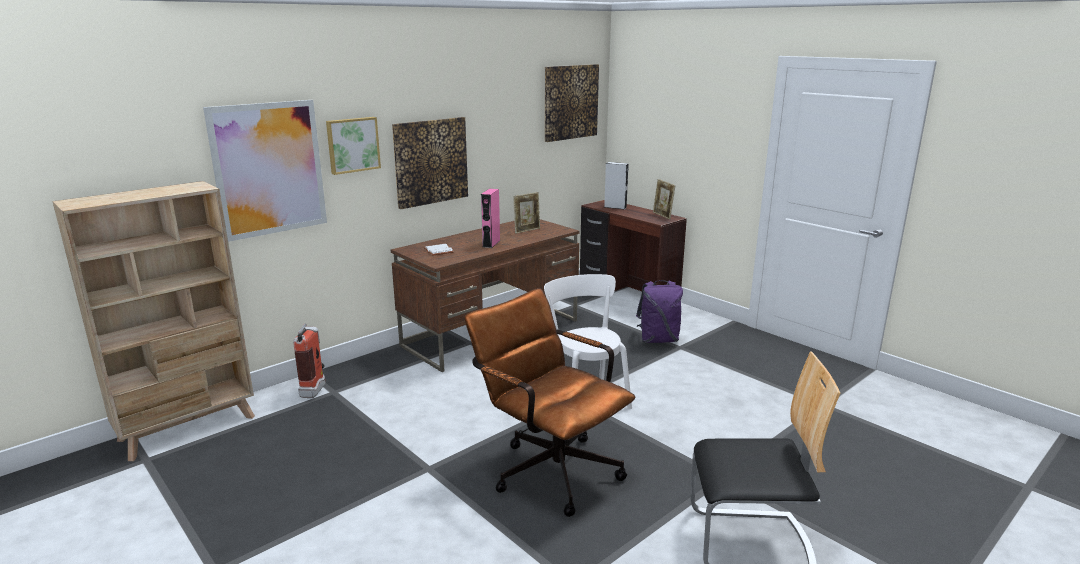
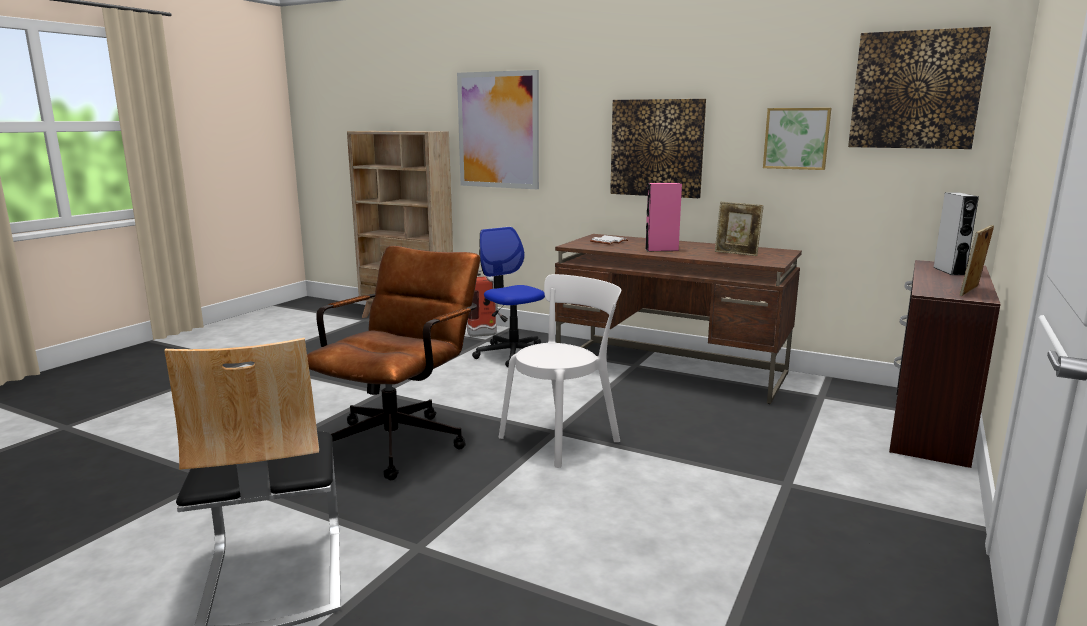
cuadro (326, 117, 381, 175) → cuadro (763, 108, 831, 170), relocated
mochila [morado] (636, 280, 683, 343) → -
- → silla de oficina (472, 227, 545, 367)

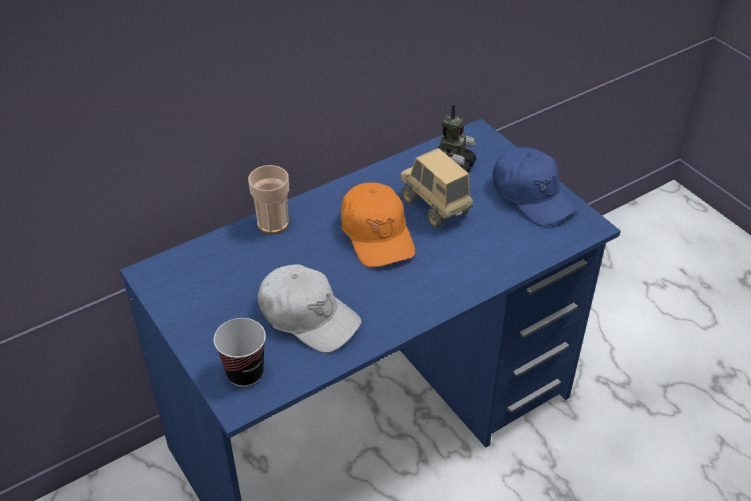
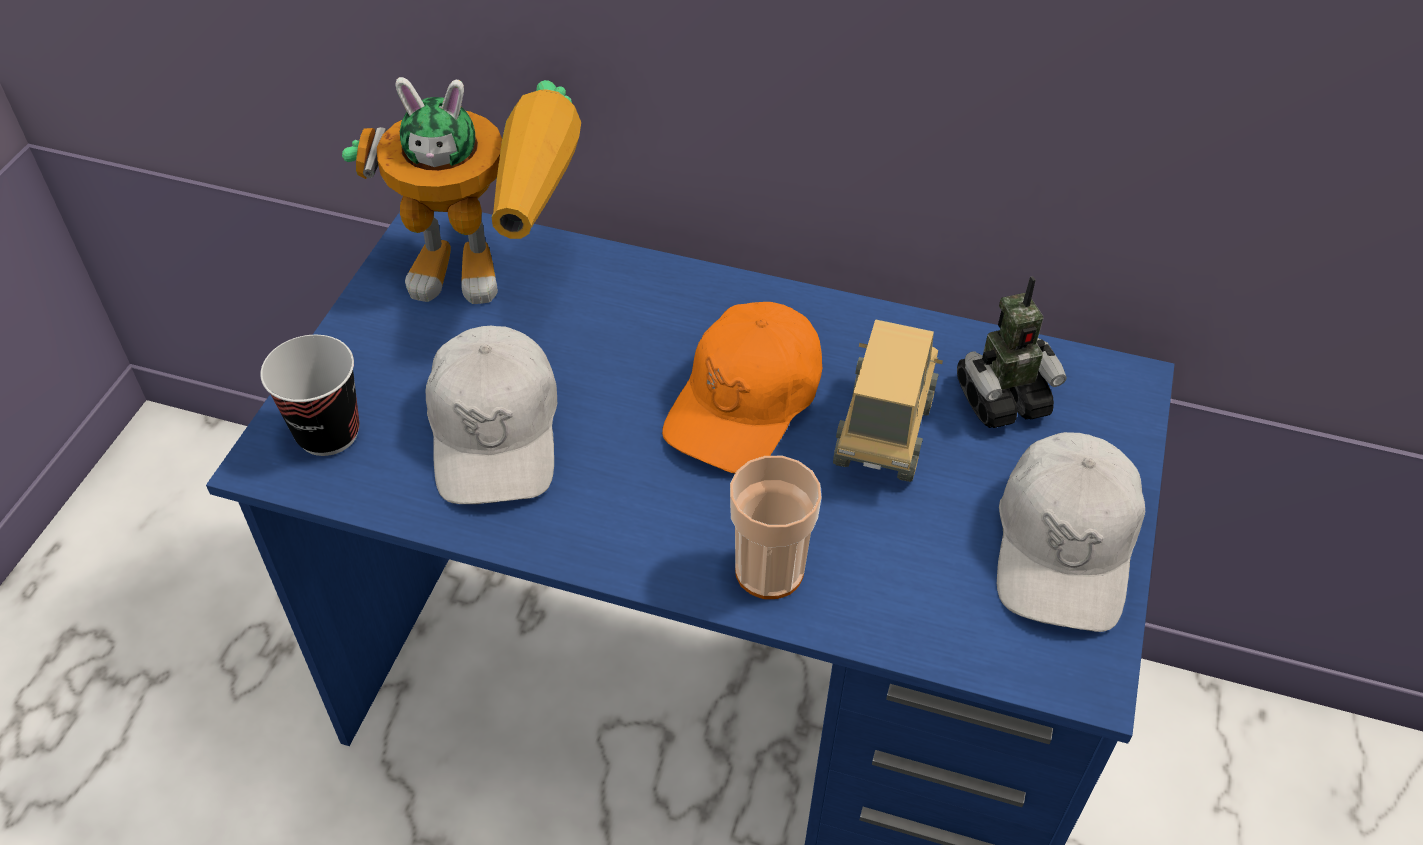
gorra [azul] (493, 147, 578, 226) → gorra [blanco] (997, 432, 1145, 632)
taza (248, 165, 289, 234) → taza (730, 456, 822, 599), relocated
- → robot de juguete (342, 77, 581, 304)

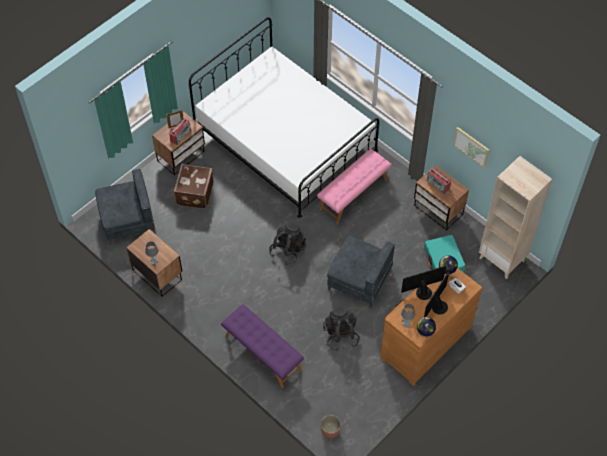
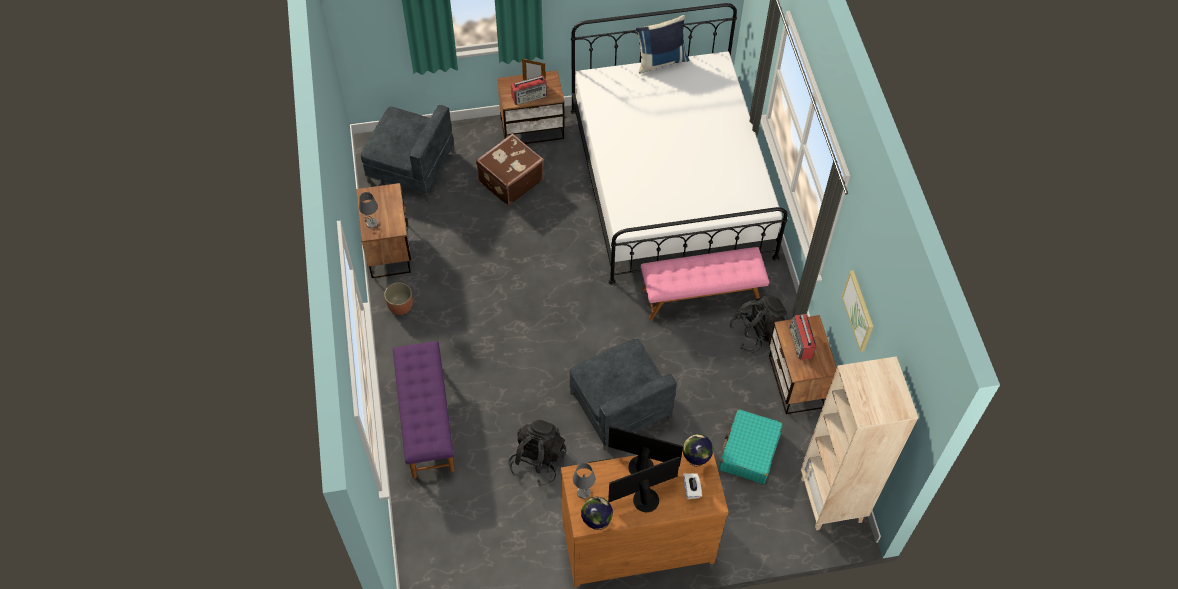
mochila [negro] (269, 223, 306, 265) → mochila [negro] (729, 295, 789, 352), relocated
maceta (321, 415, 341, 438) → maceta (384, 282, 413, 315), relocated
- → cojín [azul] (636, 15, 689, 74)

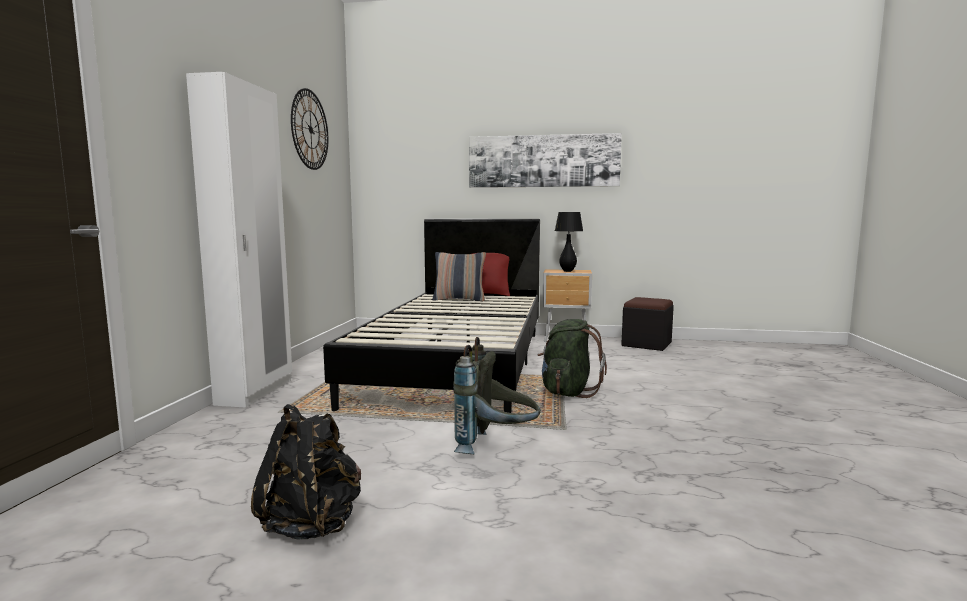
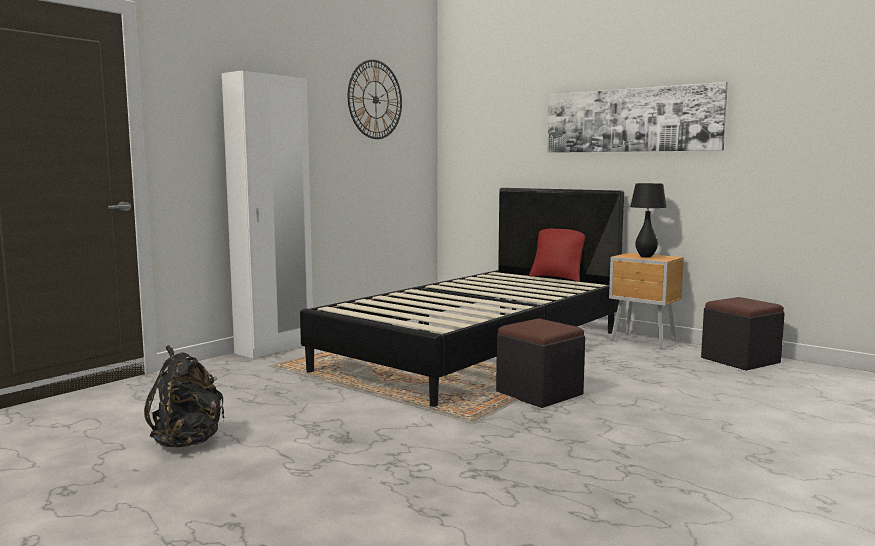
cojín (432, 252, 486, 302) → -
mochila [verde] (538, 319, 607, 398) → puf [negro] (496, 319, 585, 408)
mochila [gris] (453, 337, 541, 454) → -

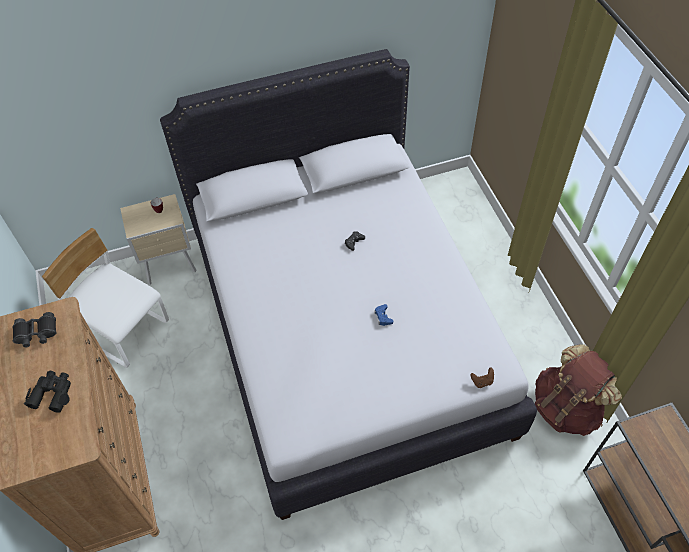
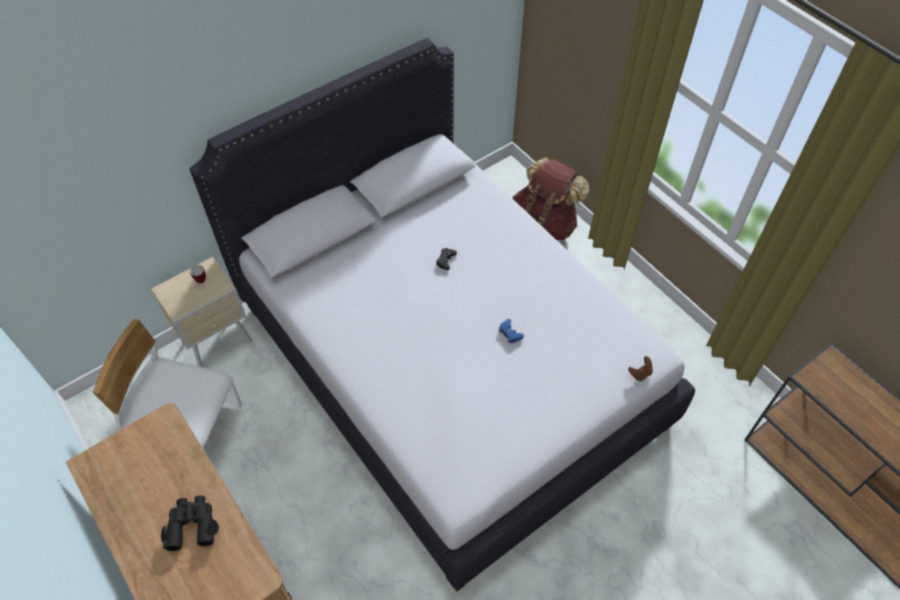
prismáticos [negro] (13, 312, 56, 347) → -
mochila [marrón] (535, 344, 622, 436) → mochila [marrón] (512, 157, 589, 240), relocated

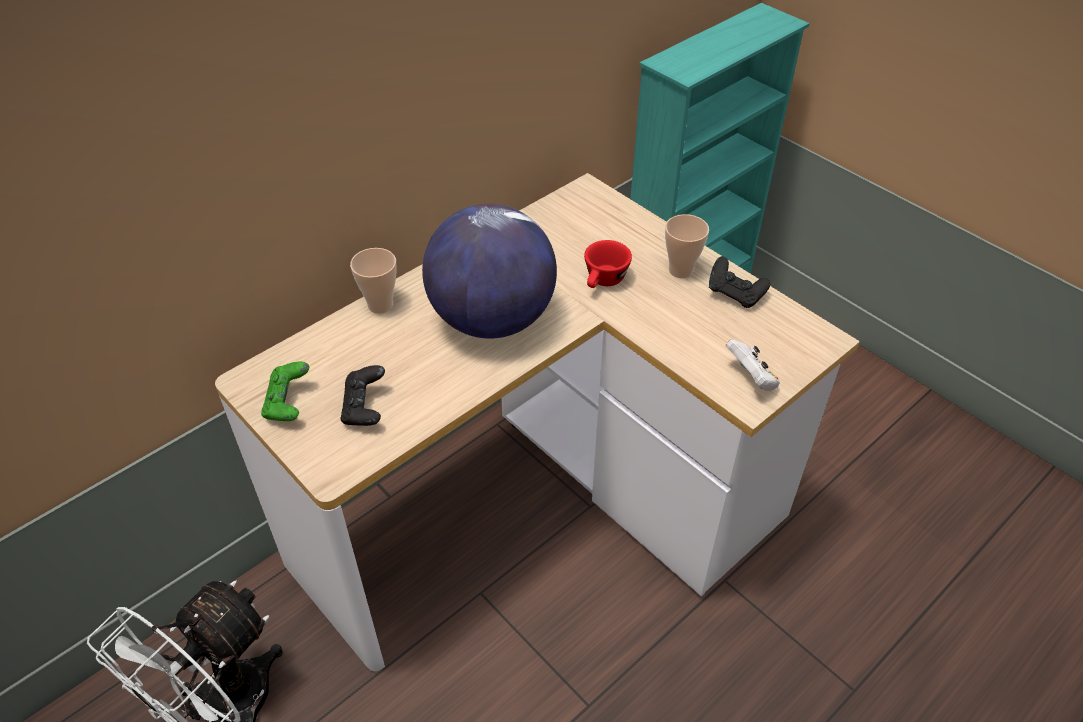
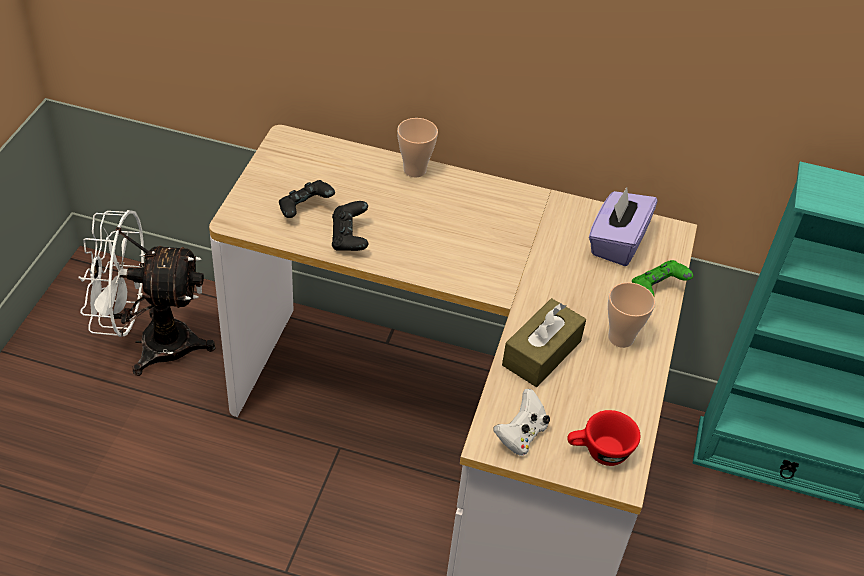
globo terráqueo (422, 204, 557, 339) → -
taza [rojo] (584, 240, 632, 288) → taza [rojo] (567, 410, 640, 466), relocated
mando de consola [negro] (709, 256, 770, 308) → mando de consola [negro] (332, 201, 368, 251), relocated
mando de consola [verde] (261, 362, 309, 421) → mando de consola [verde] (632, 260, 693, 296), relocated
- → caja de pañuelos [morado] (589, 187, 657, 266)
- → caja de pañuelos [marrón] (502, 298, 586, 387)

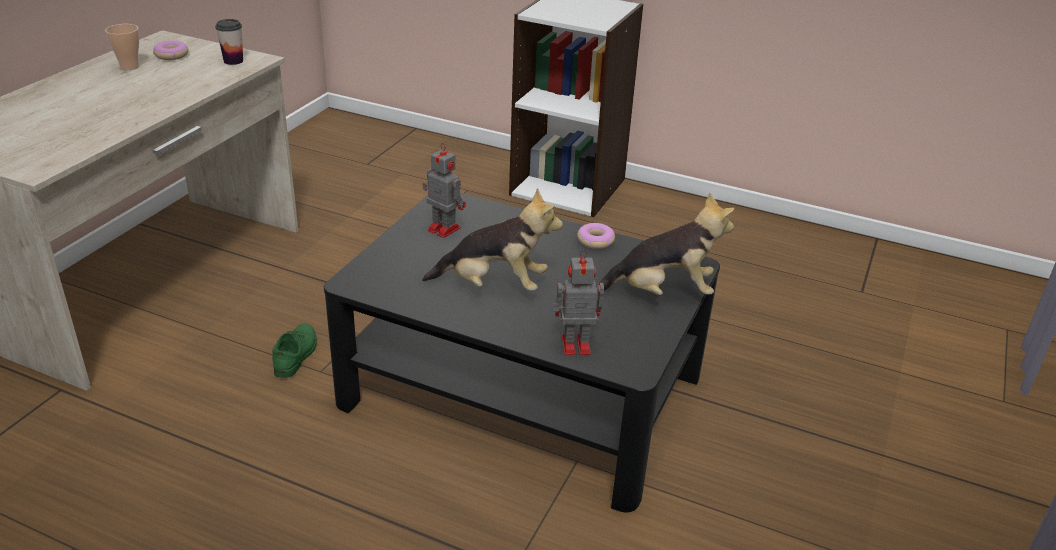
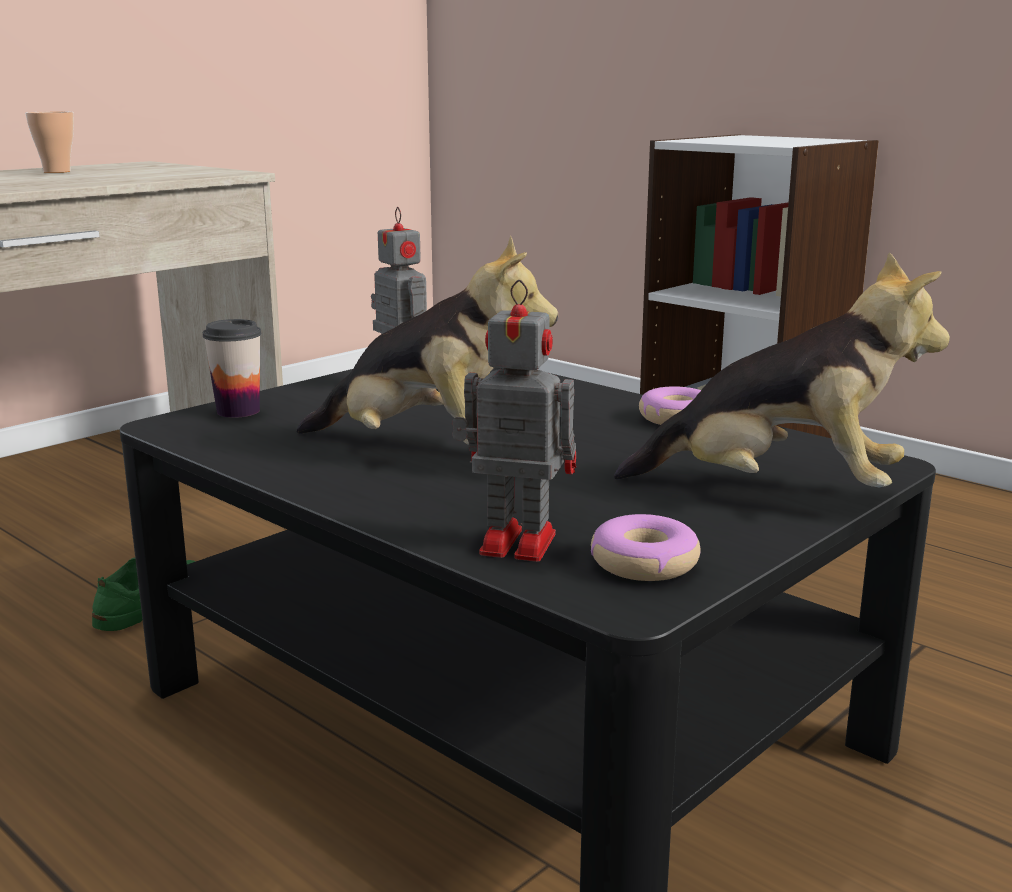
taza (215, 19, 243, 65) → taza (203, 319, 261, 418), relocated
rosquilla (153, 41, 189, 60) → rosquilla (591, 514, 700, 581), relocated

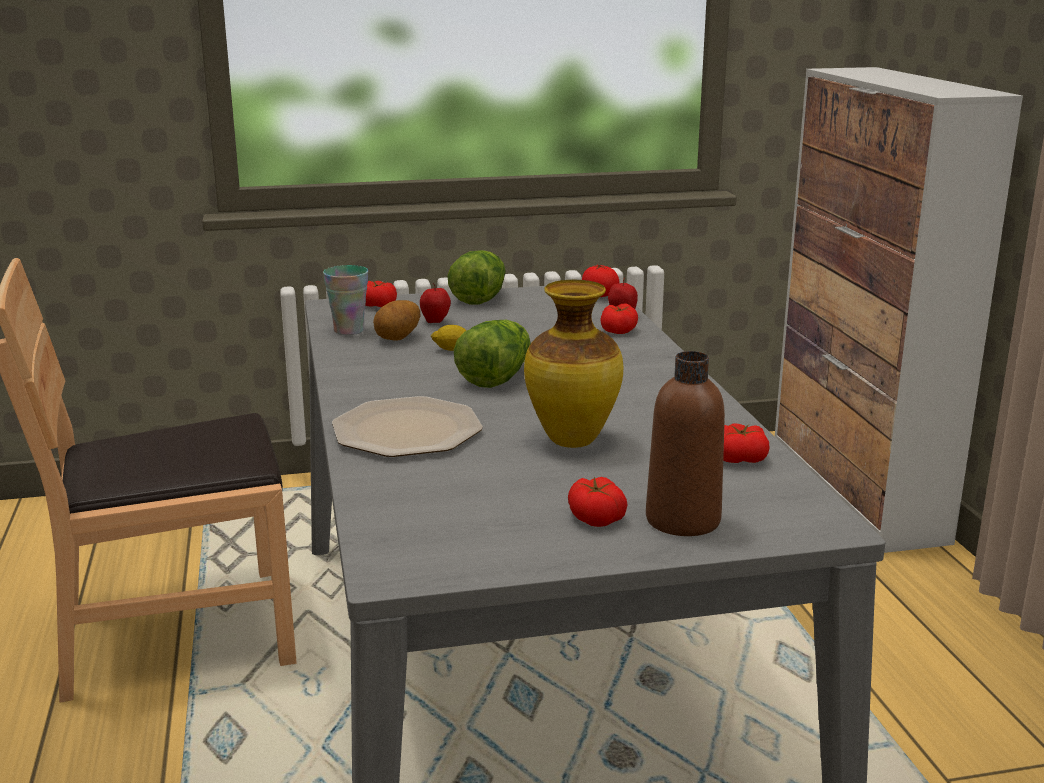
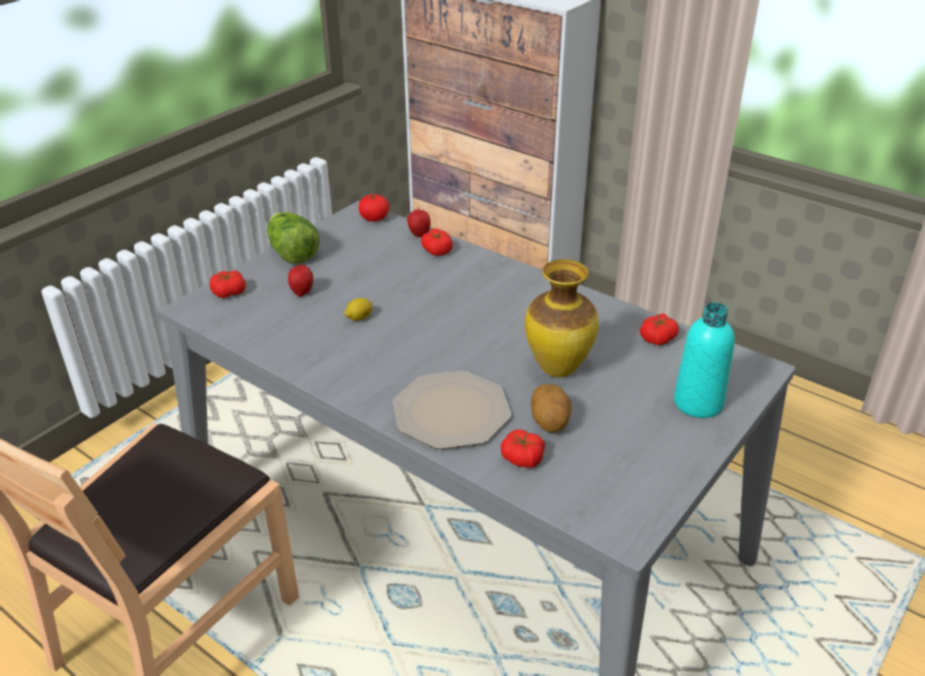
taza (323, 265, 368, 335) → -
patata (373, 300, 420, 341) → patata (531, 384, 571, 433), relocated
lechuga (454, 320, 531, 388) → -
botella [marrón] (646, 351, 725, 536) → botella [turquesa] (674, 302, 735, 418)
tomate (568, 477, 628, 527) → tomate (501, 429, 545, 468), relocated

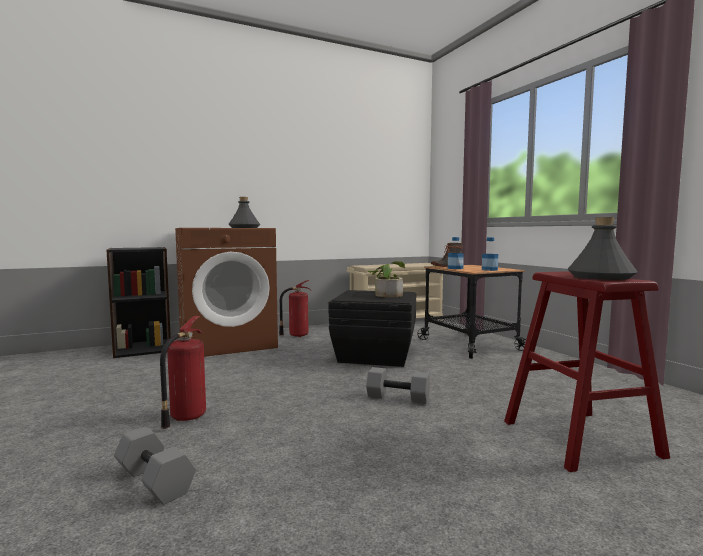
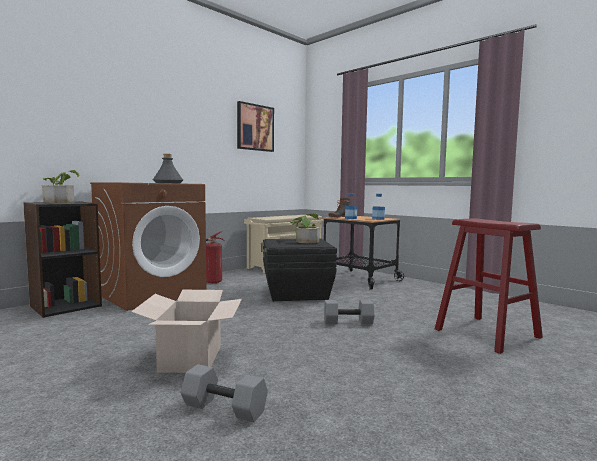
botella [gris] (568, 217, 638, 280) → -
extintor (160, 316, 206, 429) → caja de cartón (131, 290, 242, 373)
- → cuadro (237, 101, 274, 152)
- → planta en maceta (42, 170, 79, 203)

